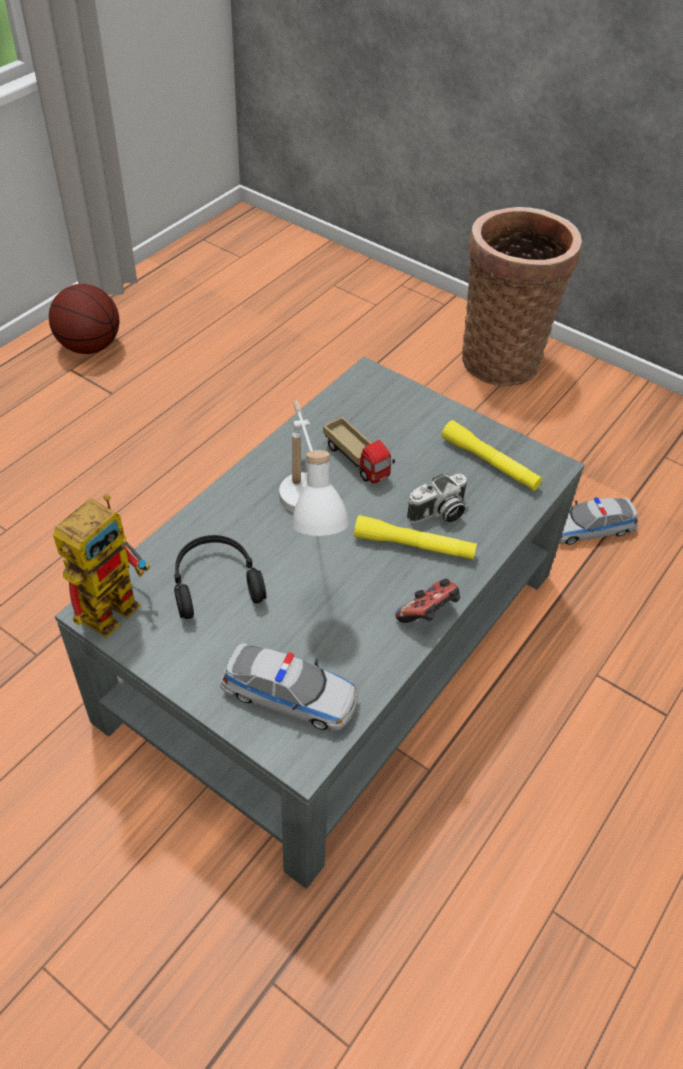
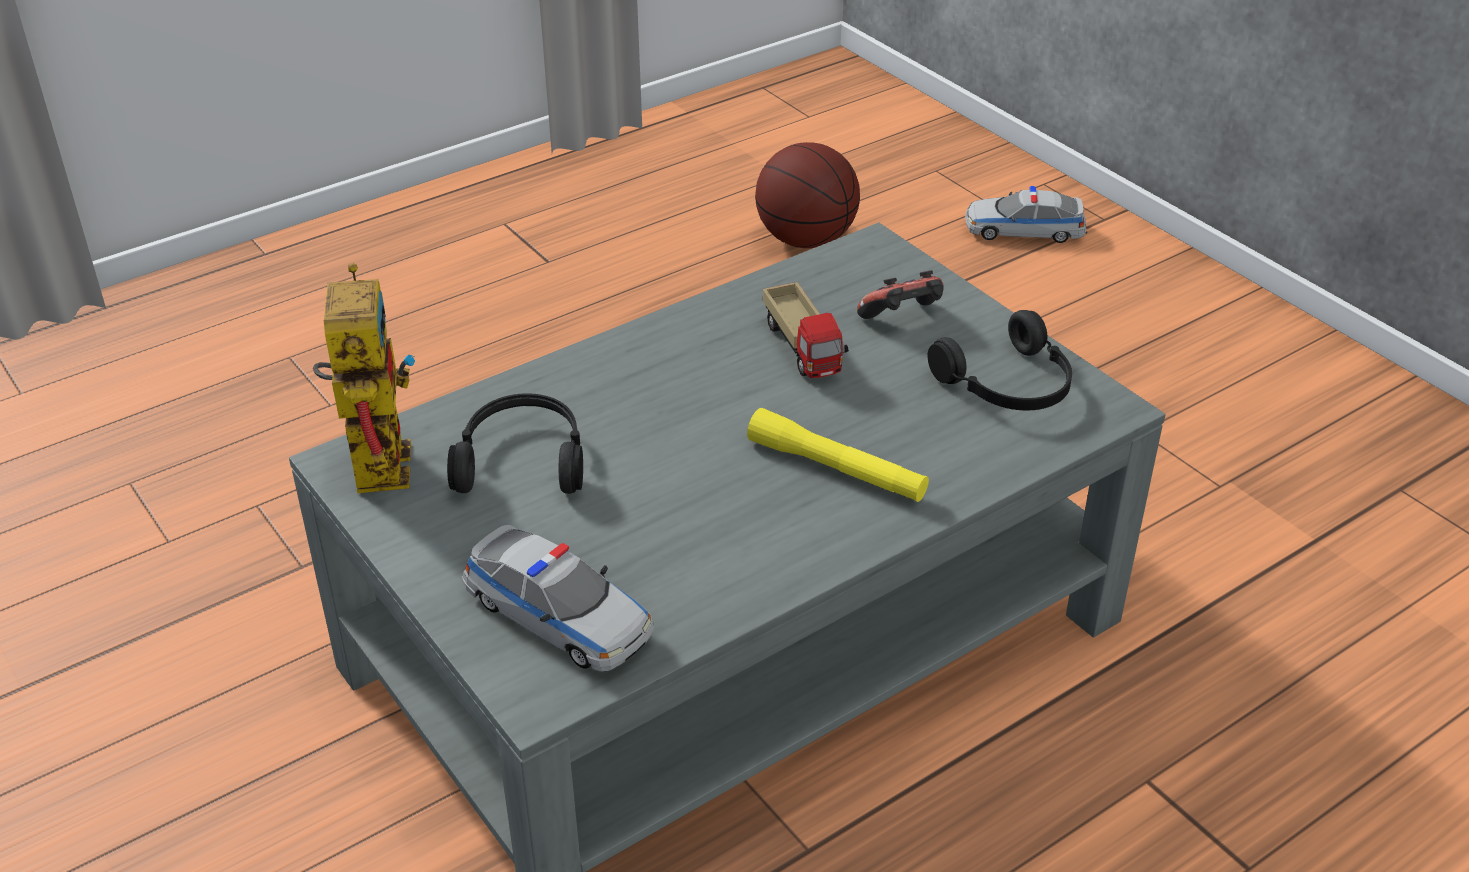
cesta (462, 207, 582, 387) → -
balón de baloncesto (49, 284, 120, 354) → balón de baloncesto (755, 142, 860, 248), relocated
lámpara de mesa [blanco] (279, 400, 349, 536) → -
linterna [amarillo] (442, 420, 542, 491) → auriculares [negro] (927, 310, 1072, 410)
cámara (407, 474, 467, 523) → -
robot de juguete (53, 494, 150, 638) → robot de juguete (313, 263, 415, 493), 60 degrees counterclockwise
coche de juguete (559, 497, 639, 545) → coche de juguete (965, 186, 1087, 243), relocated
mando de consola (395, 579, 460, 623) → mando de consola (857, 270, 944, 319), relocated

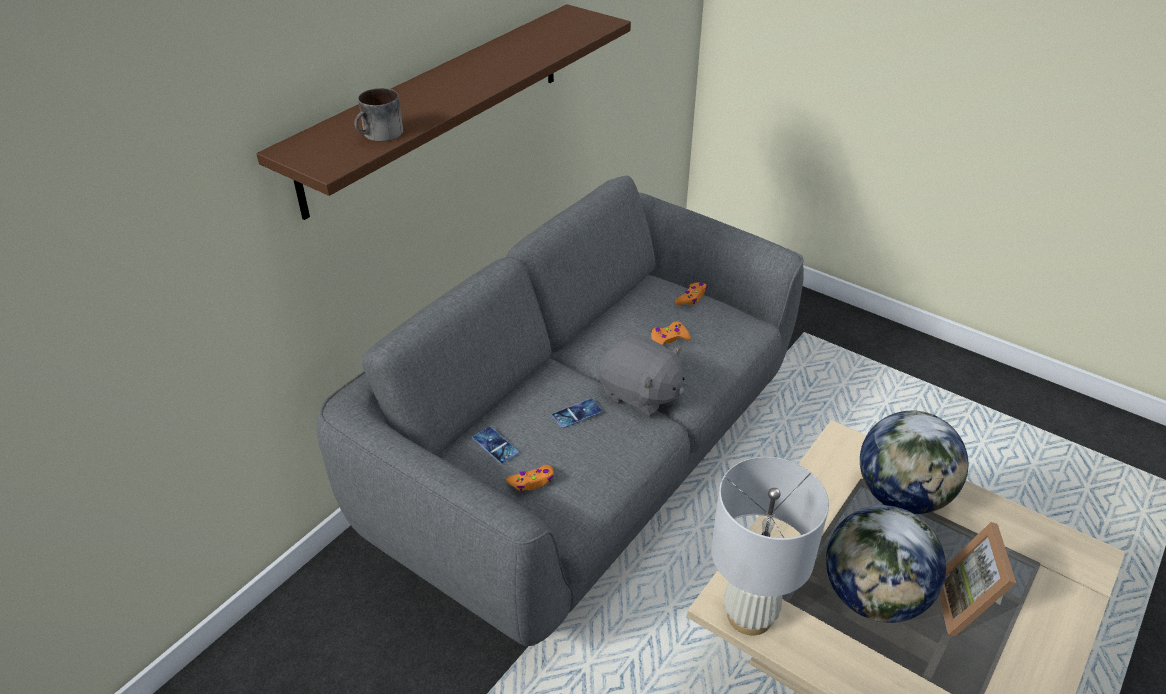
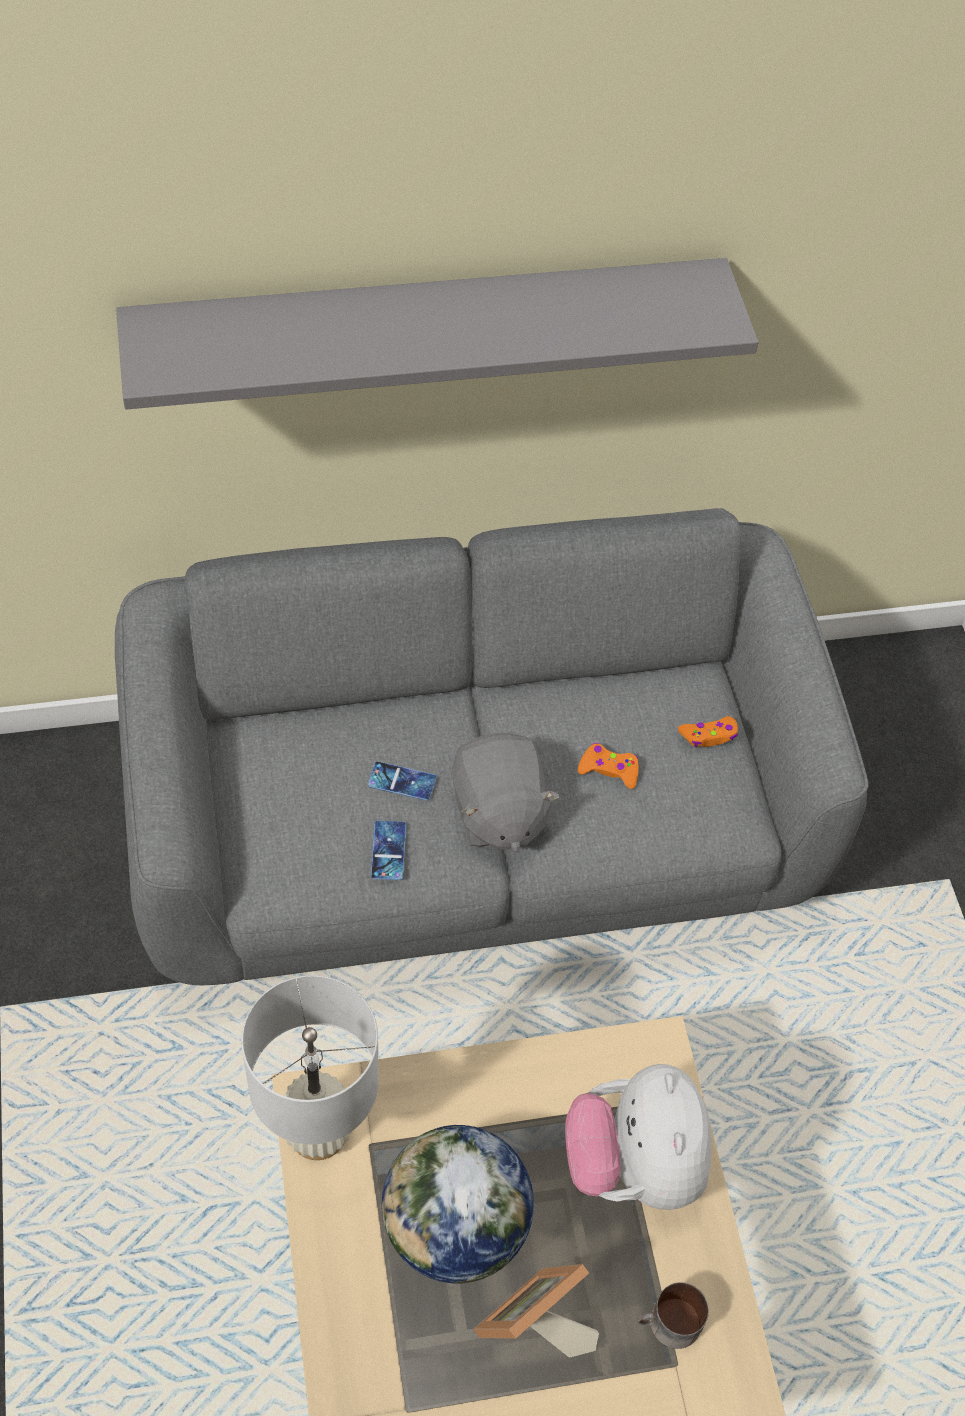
estante [marrón] (256, 4, 631, 220) → estante [gris] (116, 258, 759, 410)
taza grande (354, 88, 403, 142) → taza grande (636, 1282, 709, 1349), relocated
globo terráqueo (860, 411, 968, 514) → peluche (565, 1064, 712, 1210)
móvil (472, 426, 519, 464) → móvil (371, 821, 406, 880), relocated
mando de consola [naranja] (506, 465, 554, 491) → -

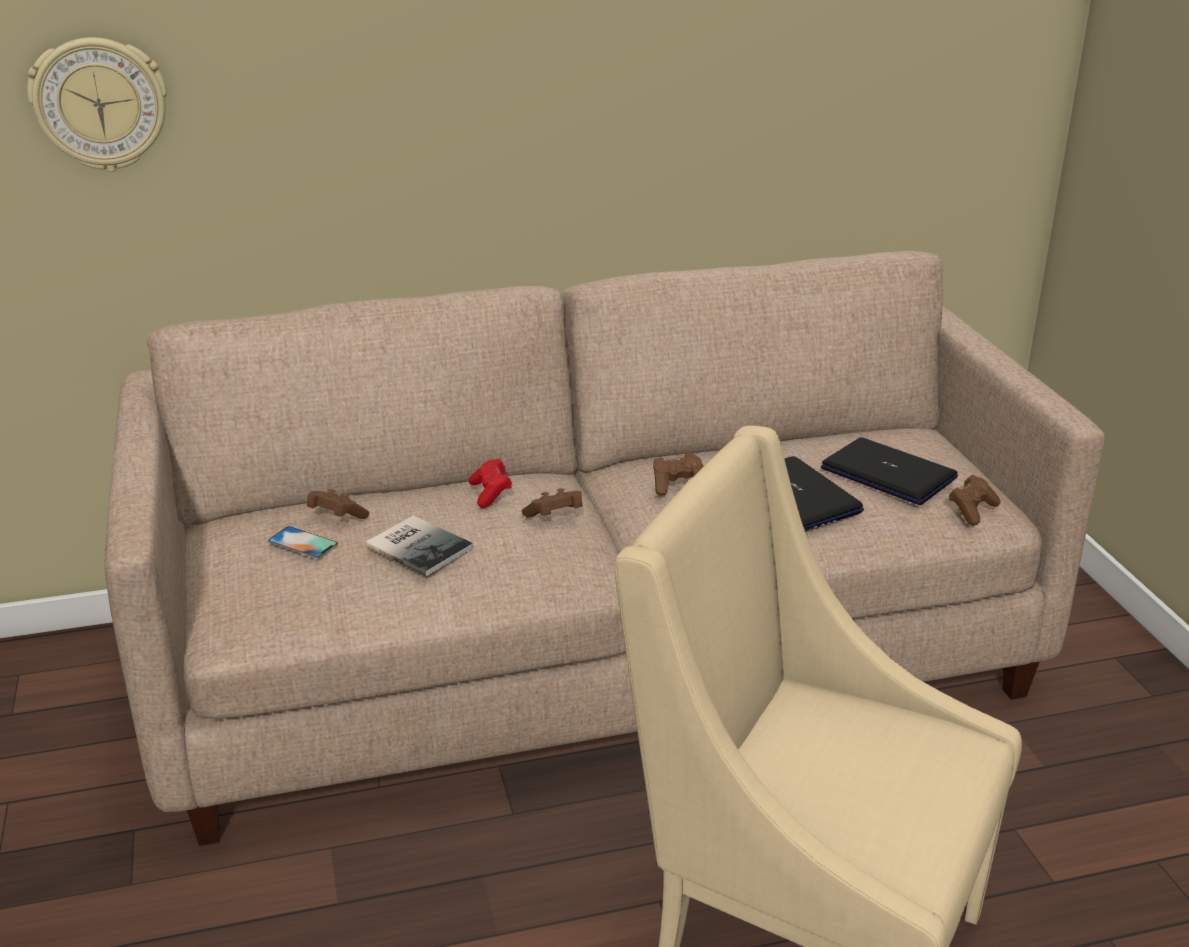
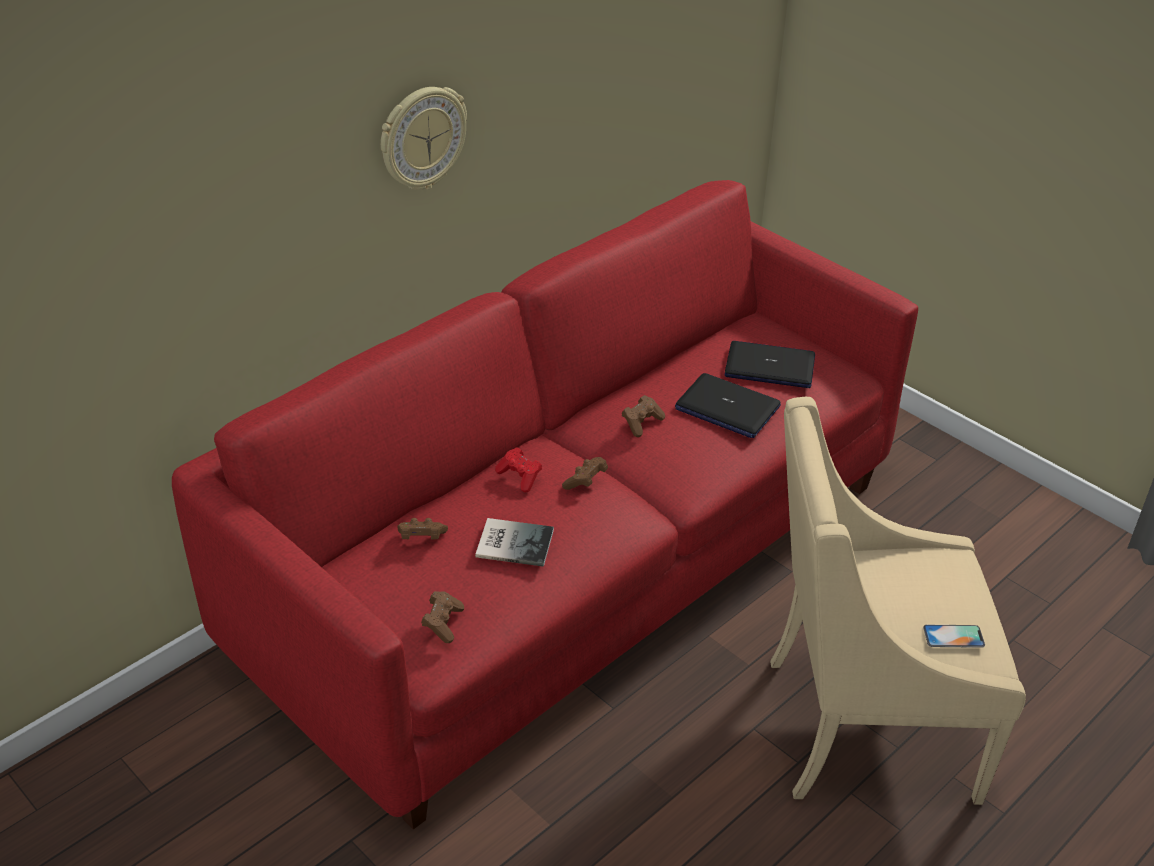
reloj de pared (27, 37, 167, 172) → reloj de pared (381, 87, 467, 190), relocated
sofá [beis] (104, 251, 1105, 846) → sofá [rojo] (172, 180, 918, 830)
mando de consola [marrón] (949, 475, 1001, 525) → mando de consola [marrón] (421, 591, 464, 643), relocated
móvil (268, 526, 338, 559) → móvil (923, 625, 985, 648), relocated

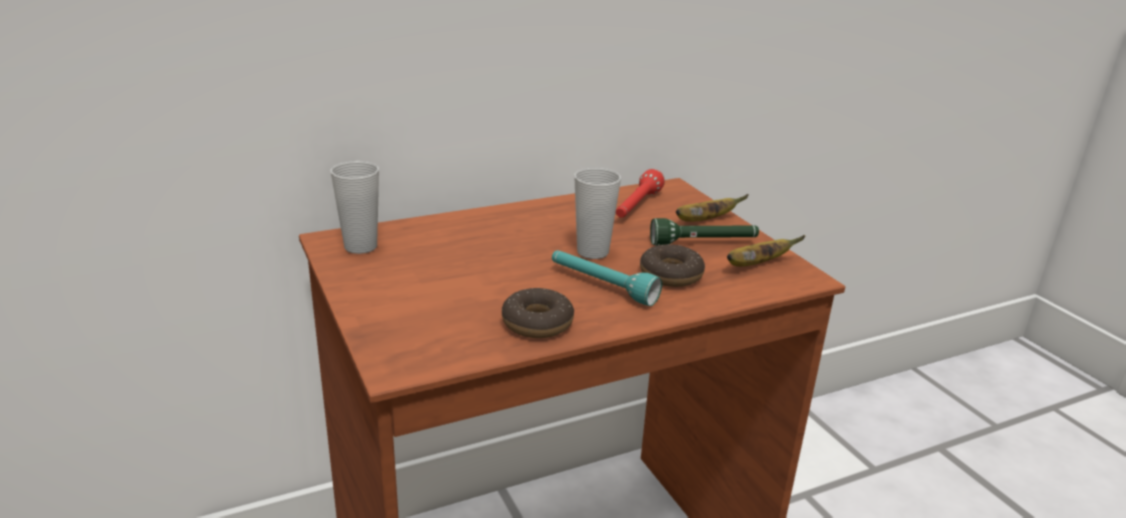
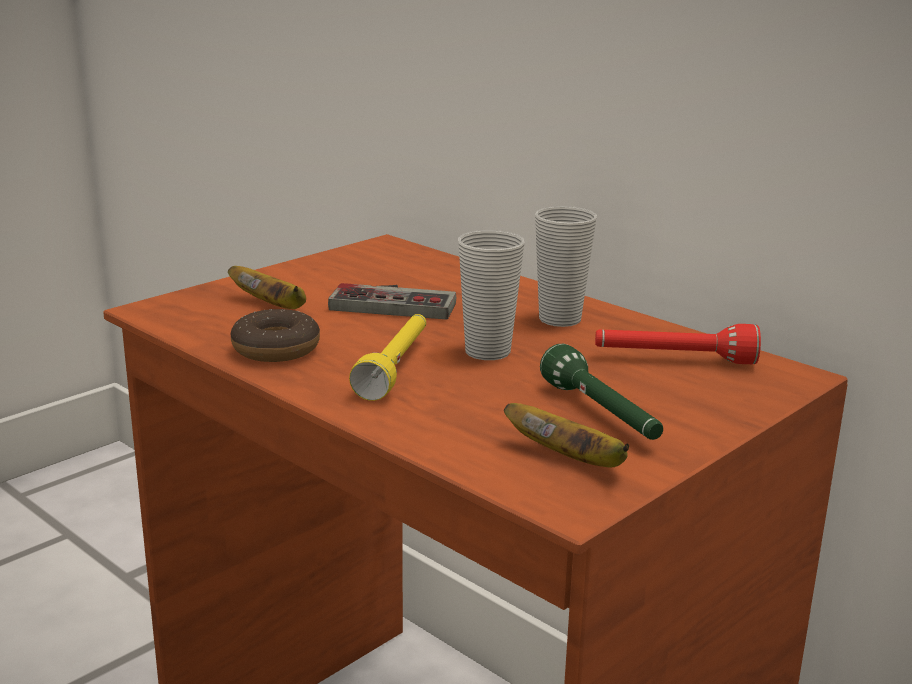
taza (331, 161, 379, 254) → taza (535, 206, 597, 327), relocated
plátano (676, 194, 749, 222) → plátano (228, 266, 306, 309), relocated
rosquilla (640, 244, 705, 287) → -
linterna [turquesa] (552, 250, 662, 306) → linterna [amarillo] (349, 314, 426, 401)
- → mando de consola (328, 283, 456, 319)

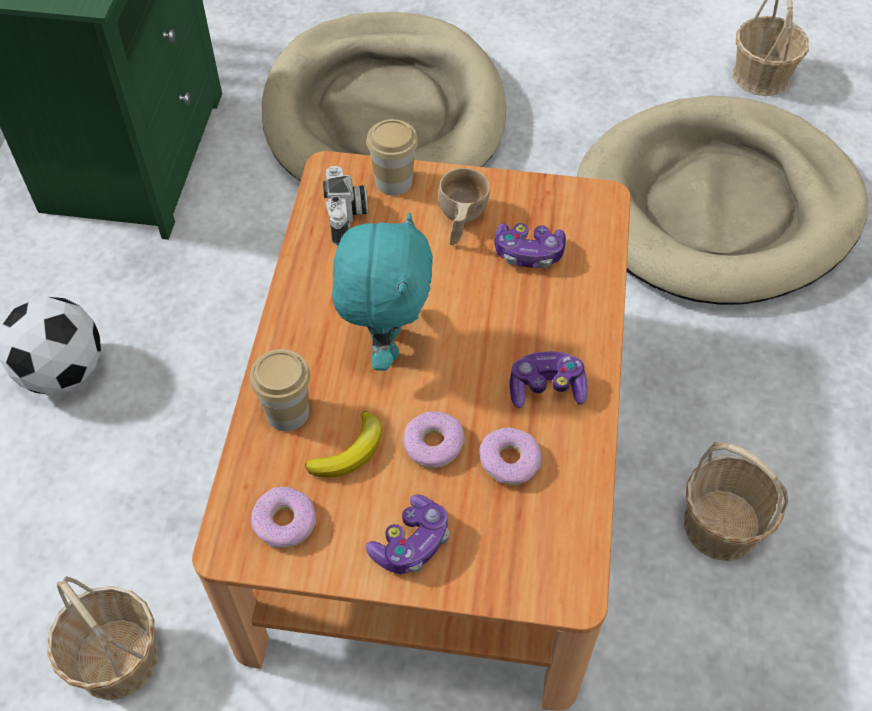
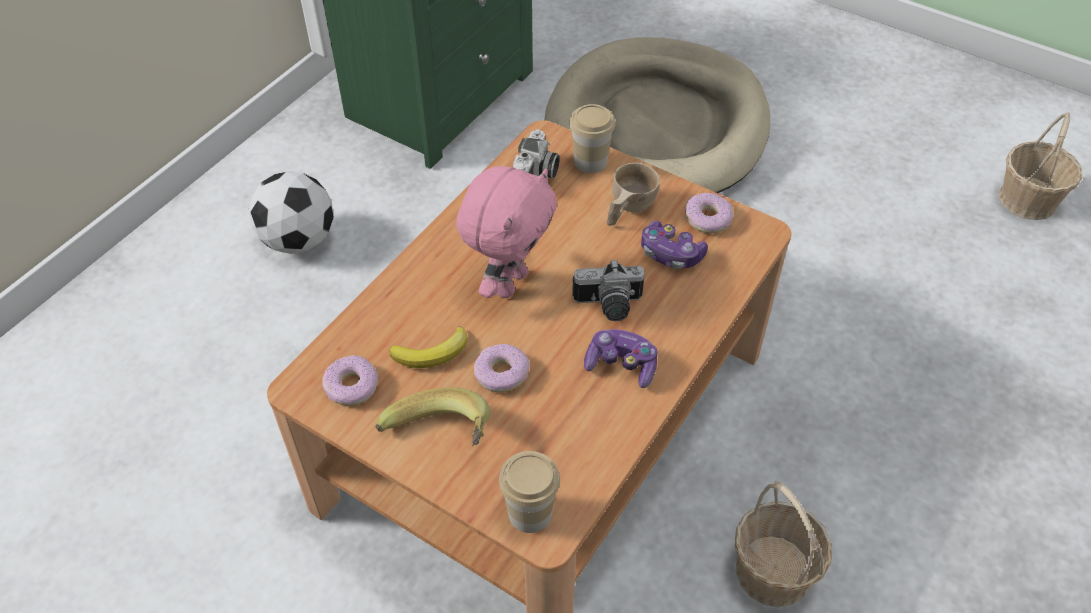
cama para perro [beis] (577, 96, 868, 305) → -
peluche [turquesa] (332, 212, 433, 371) → peluche [rosa] (456, 166, 557, 298)
taza (250, 349, 310, 431) → taza (499, 451, 560, 533), relocated
rosquilla (479, 428, 542, 485) → rosquilla (685, 193, 734, 233), relocated
mando de consola (366, 495, 449, 574) → plátano (375, 387, 490, 446)
cesta (47, 576, 158, 700) → -
- → cámara (572, 259, 645, 321)

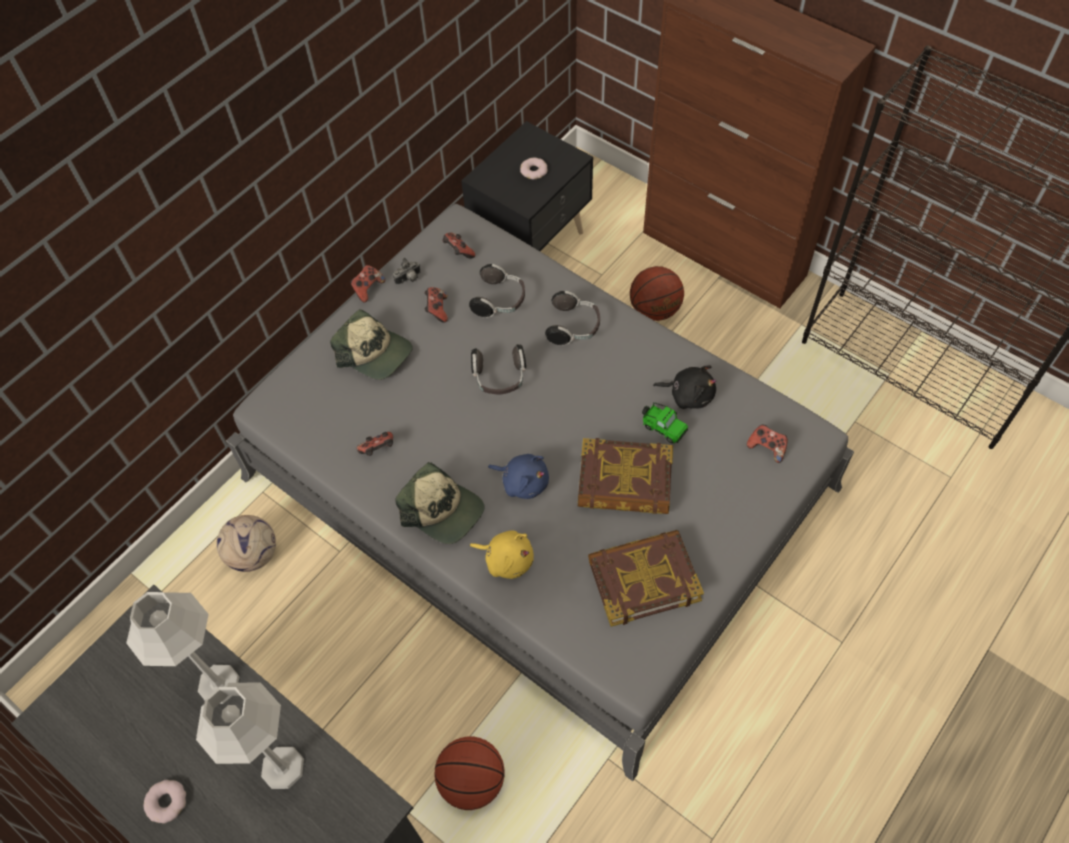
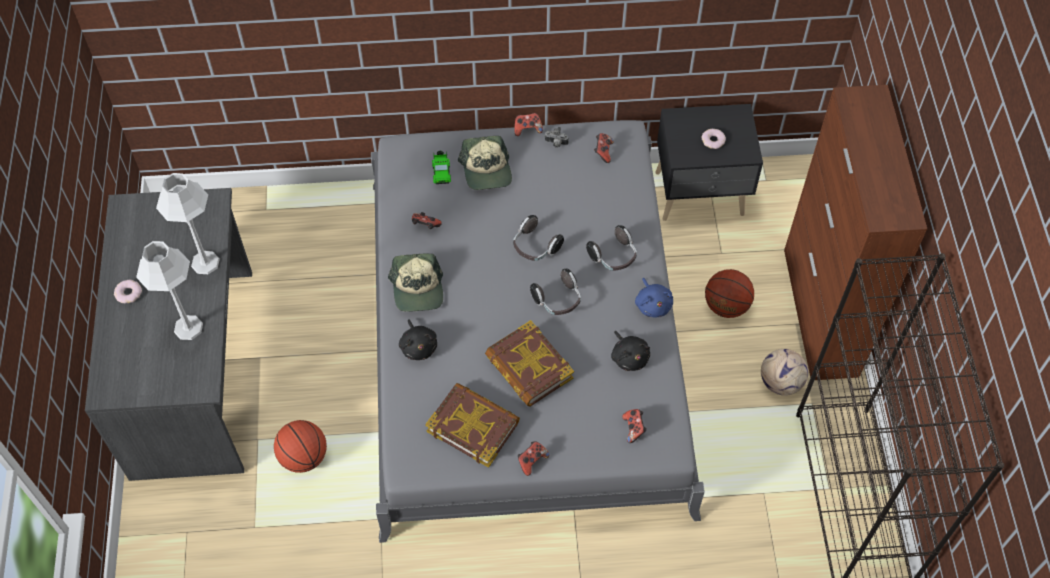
auriculares (469, 264, 525, 318) → auriculares (530, 268, 581, 315), relocated
mando de consola (424, 287, 448, 323) → mando de consola (518, 442, 550, 476), relocated
coche de juguete (642, 402, 688, 443) → coche de juguete (432, 151, 451, 184), relocated
peluche [azul] (488, 454, 549, 499) → peluche [azul] (635, 278, 673, 317), relocated
balón de fútbol (217, 515, 276, 572) → balón de fútbol (761, 349, 808, 396), relocated
peluche [amarillo] (470, 530, 534, 579) → peluche [negro] (399, 319, 437, 360)

